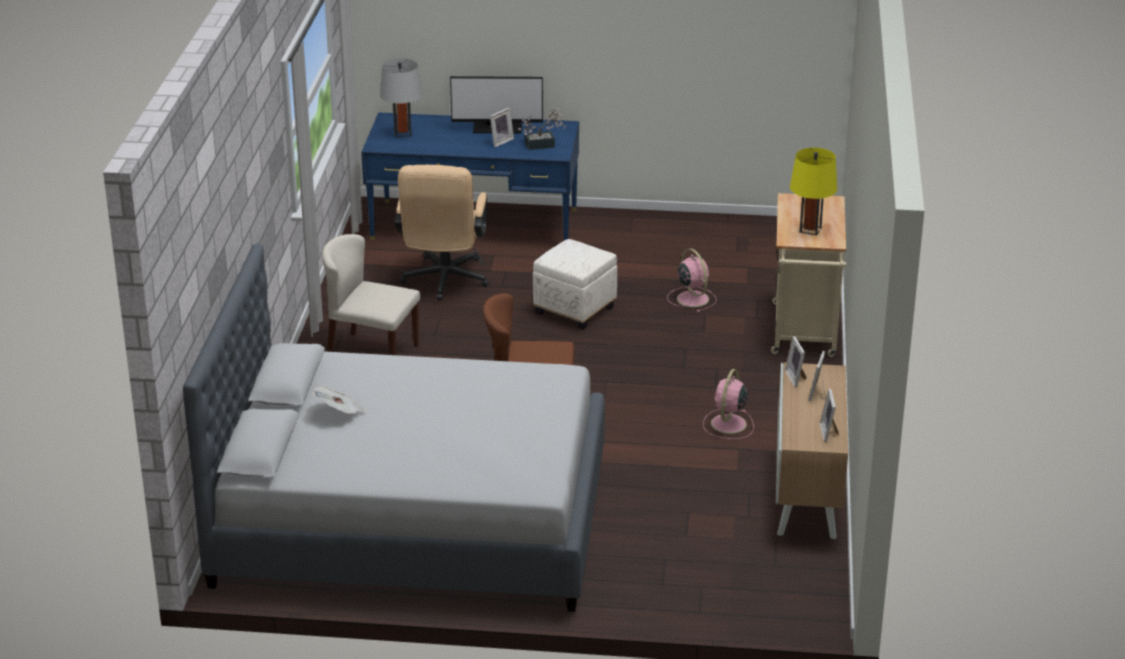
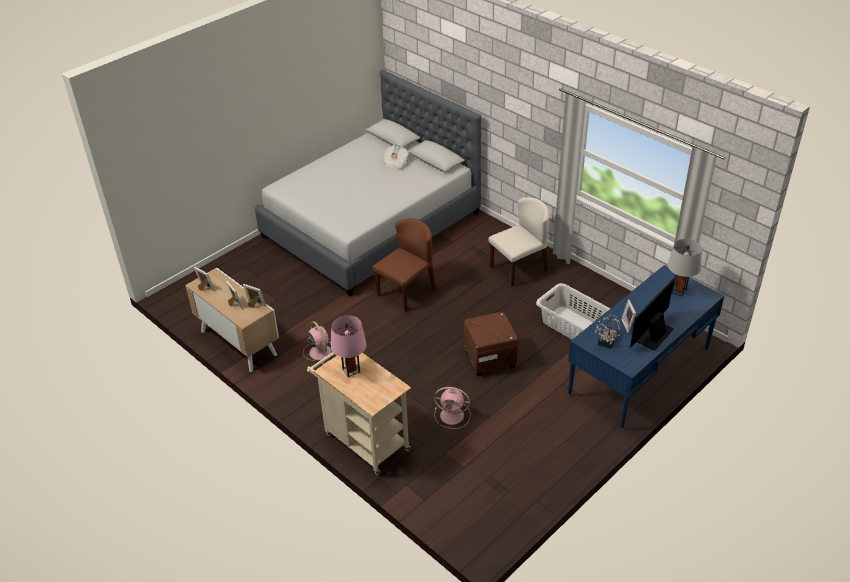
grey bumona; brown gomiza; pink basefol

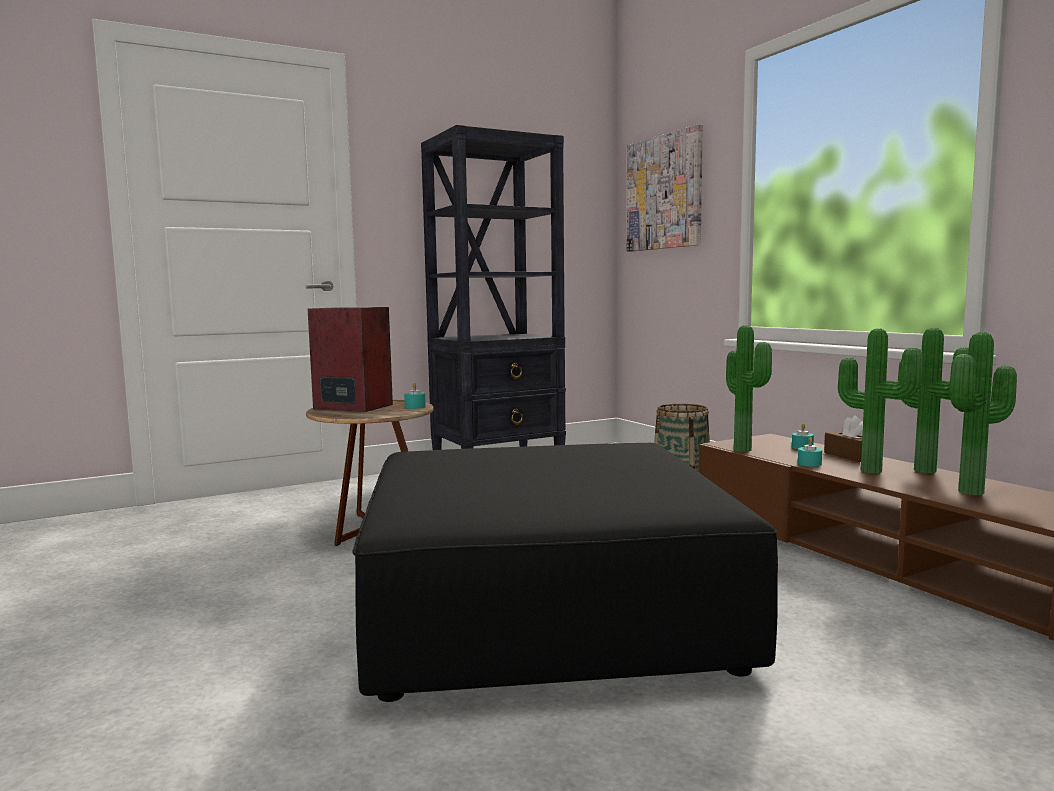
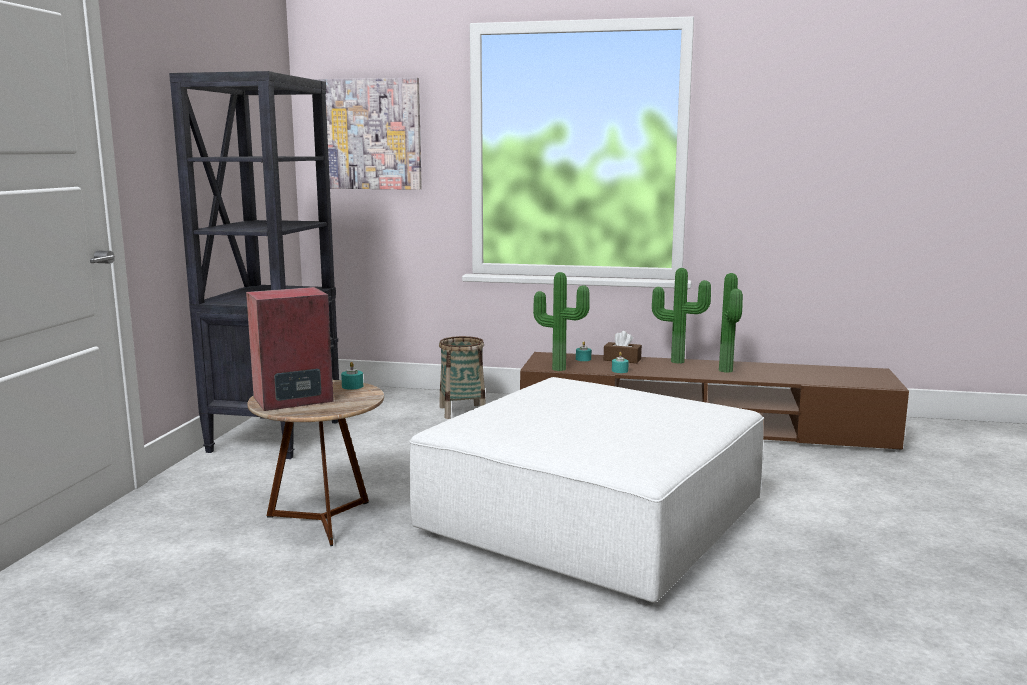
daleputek (no. 2 from left in the first image); white gomiza

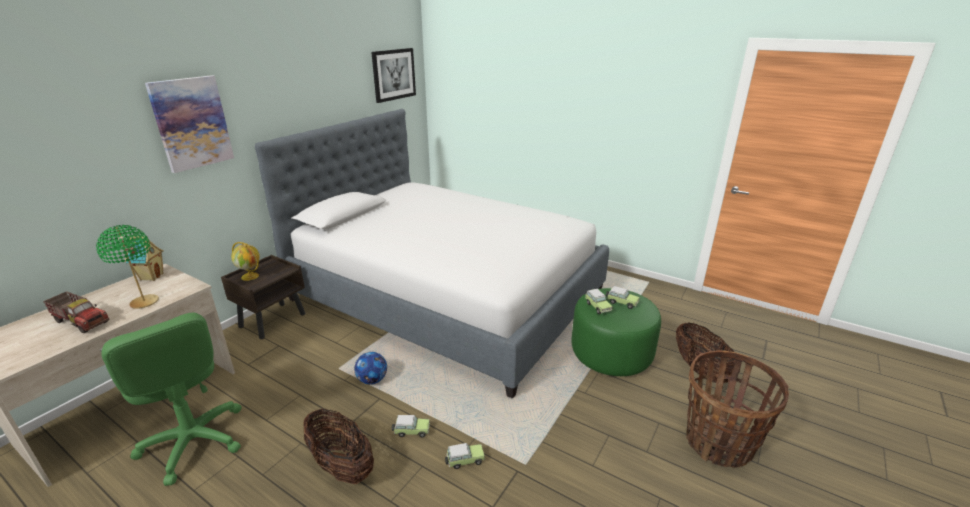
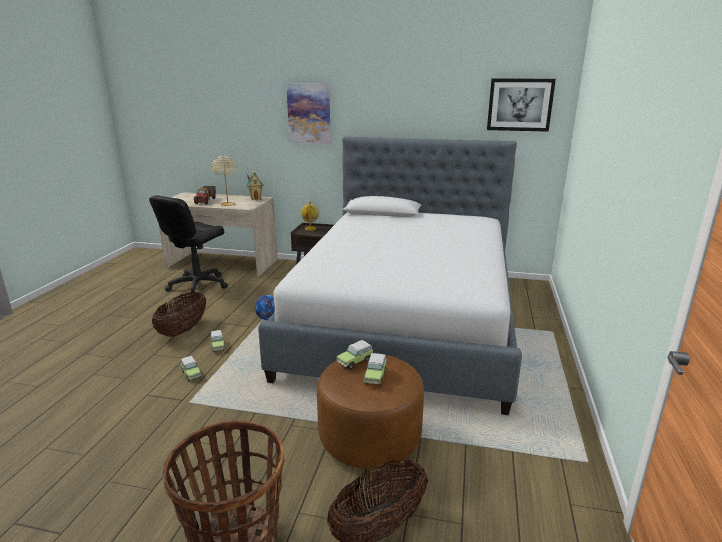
beige basefol; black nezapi; brown gomiza

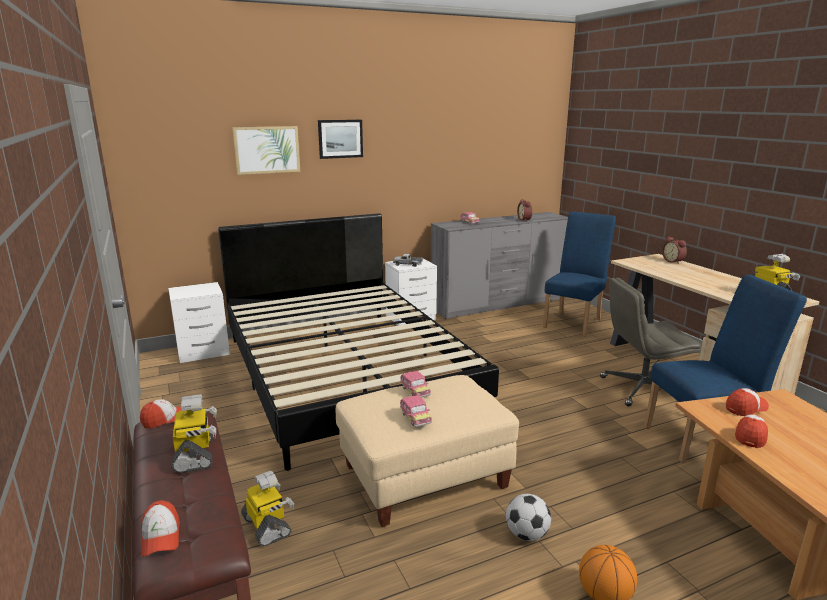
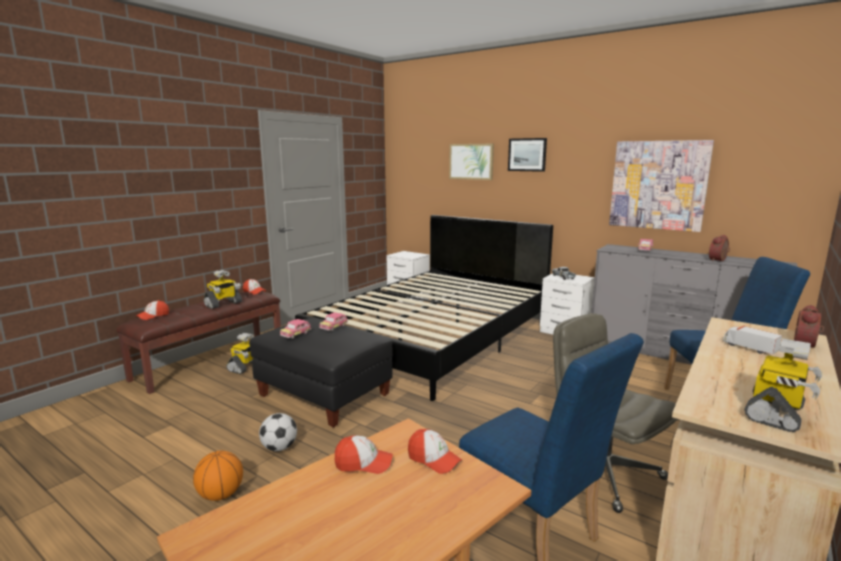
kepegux (no. 3 from left); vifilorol (no. 2 from left); black gomiza

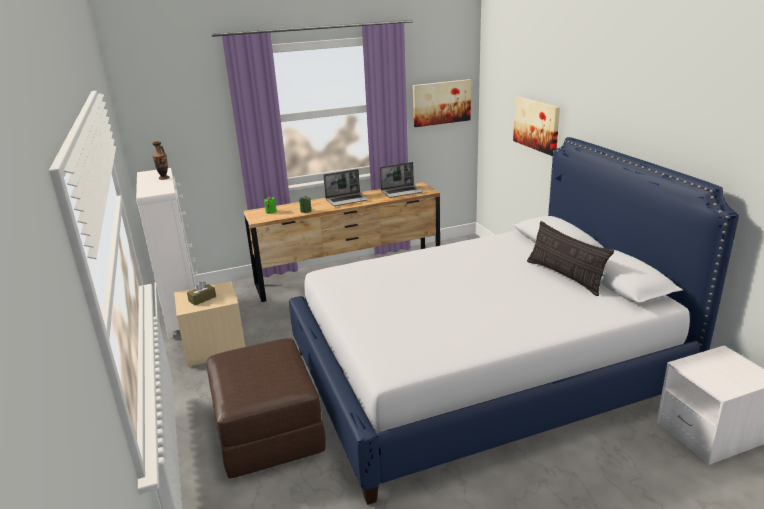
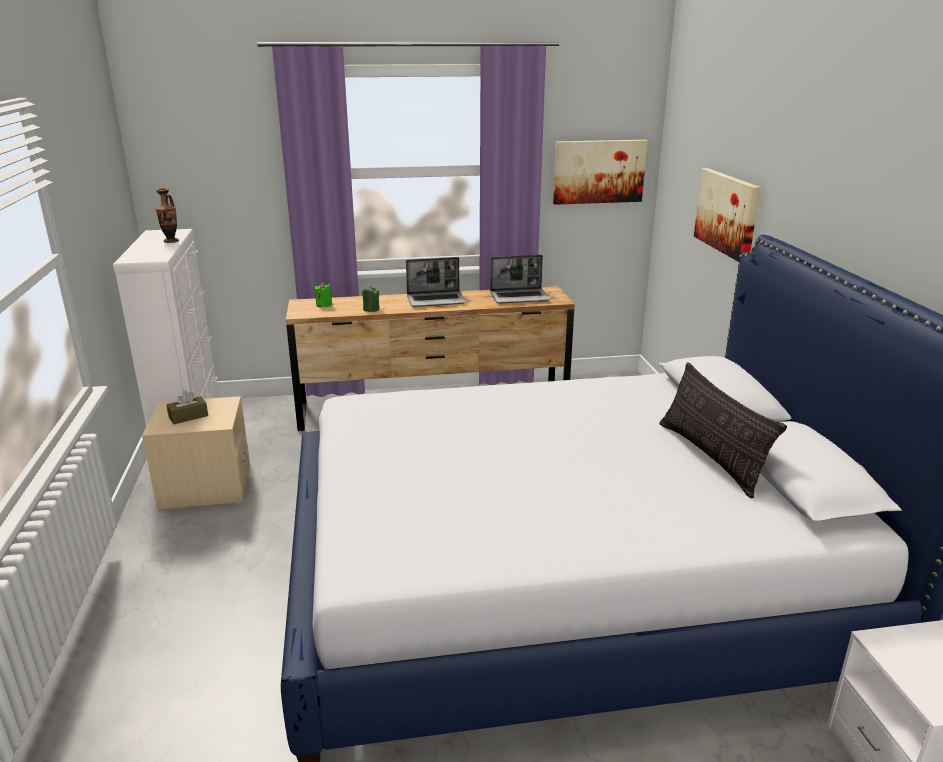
brown gomiza

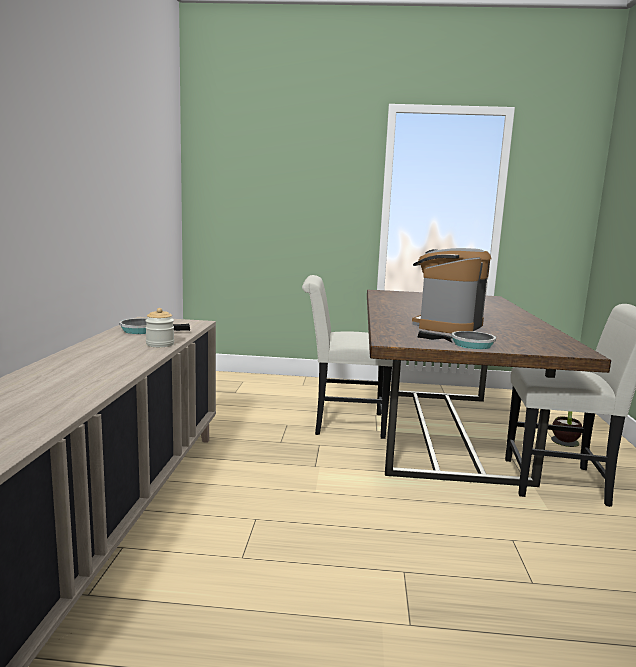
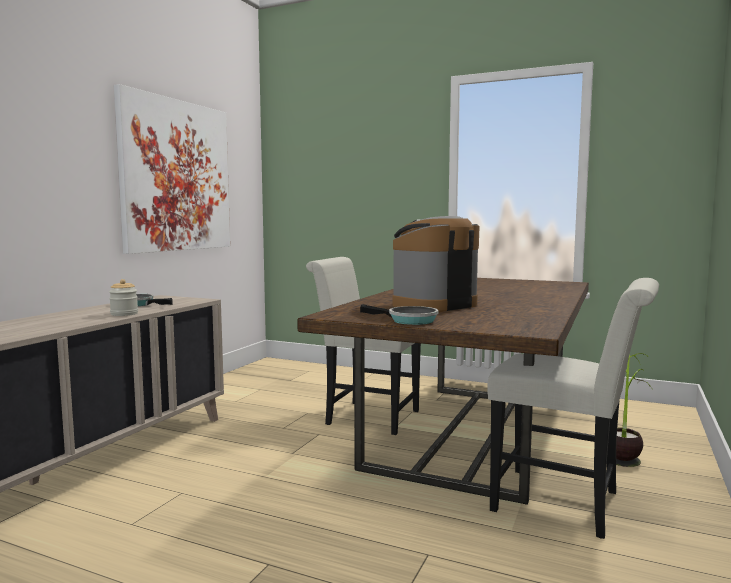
kepegux

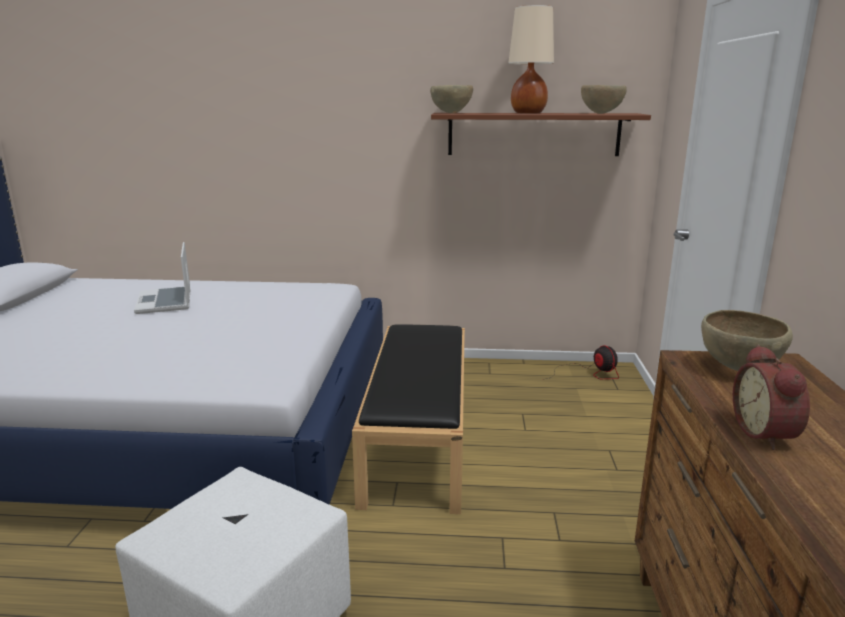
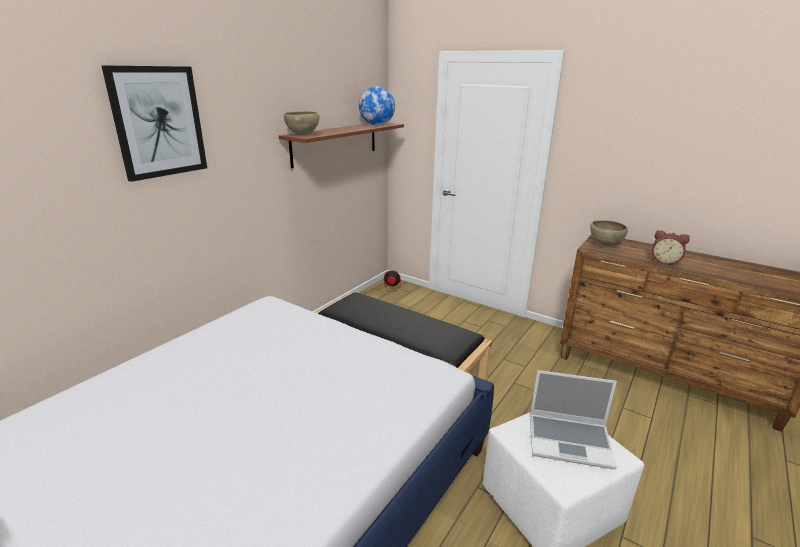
beige basefol; kepegux; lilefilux; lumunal

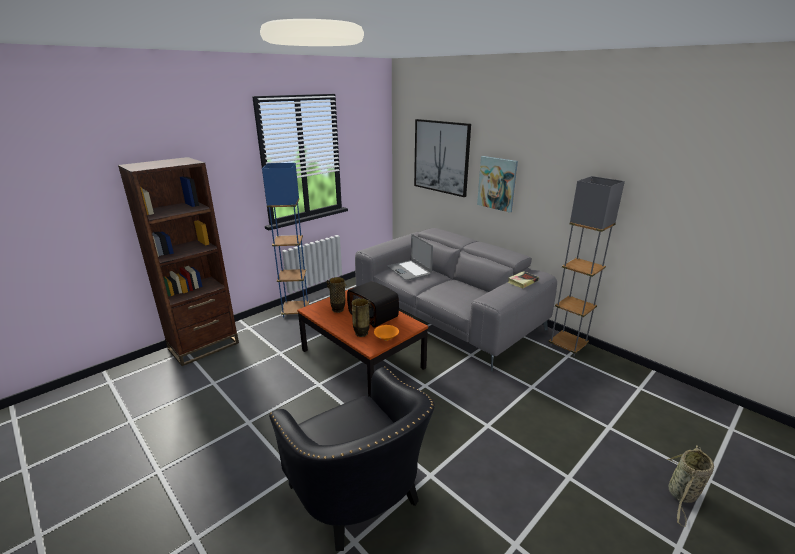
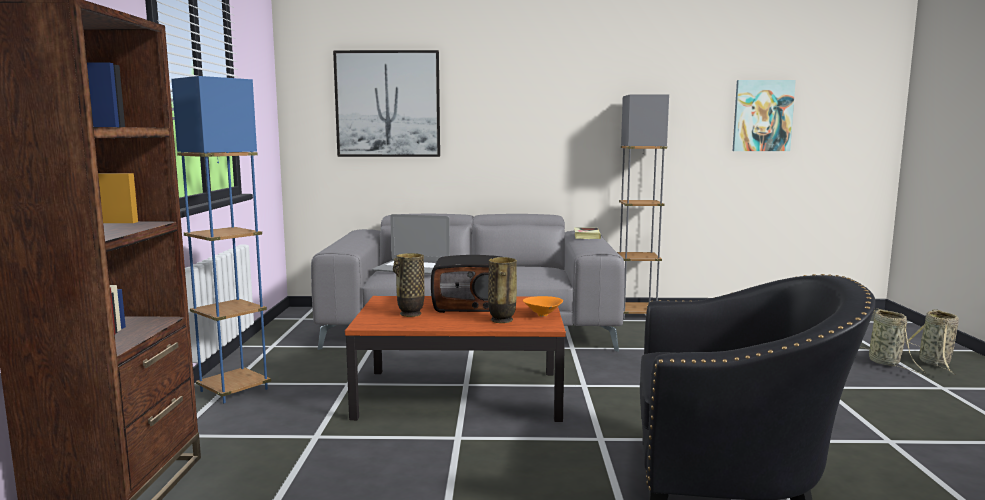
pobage (no. 2 from left); kepegux (no. 2 from left)

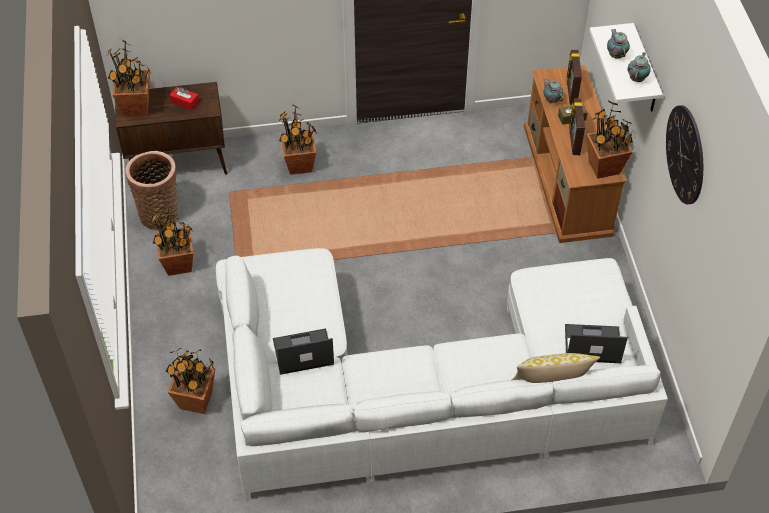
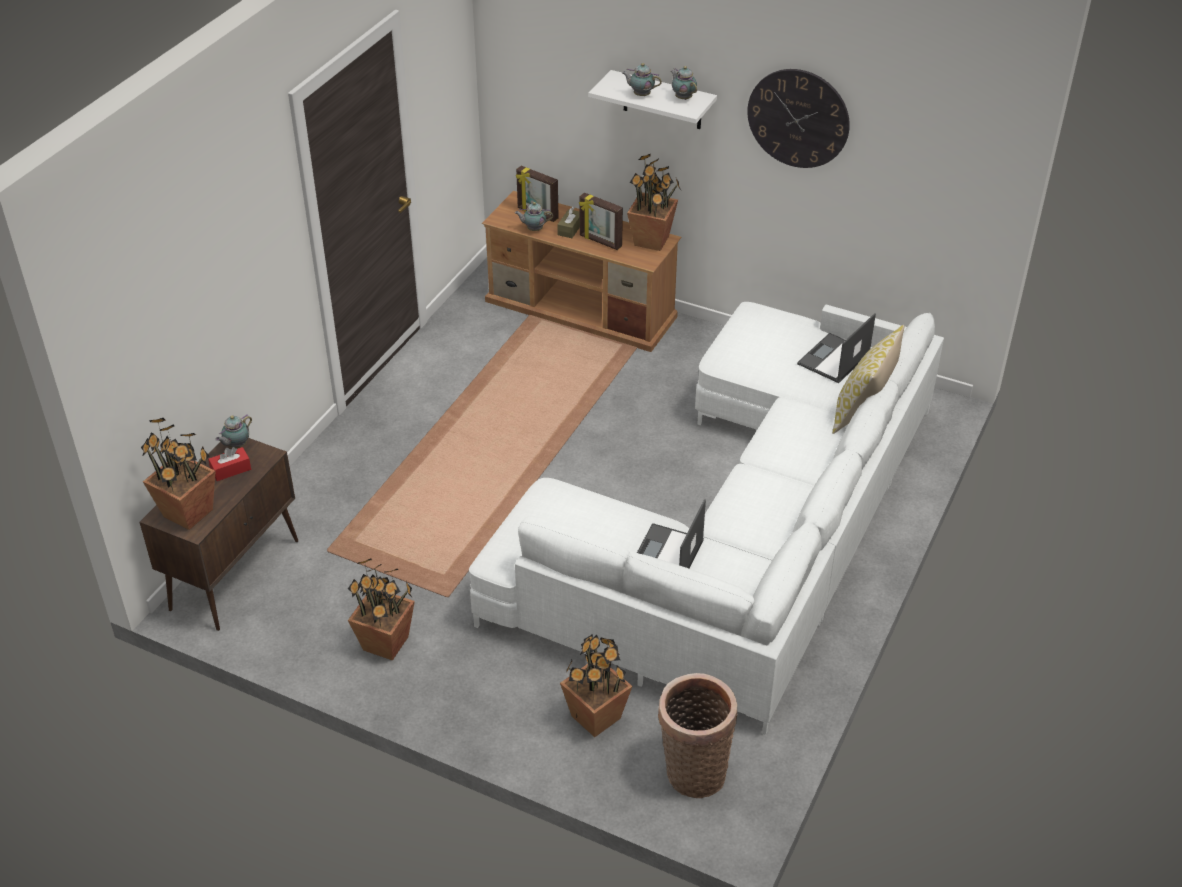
daleputek (no. 4 from left in the first image); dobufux (no. 1 from left); pobage

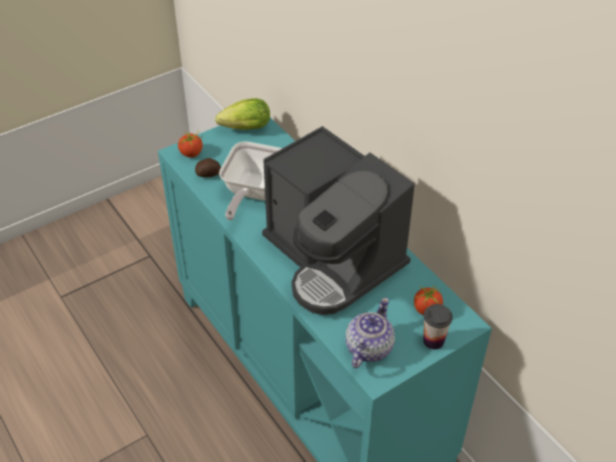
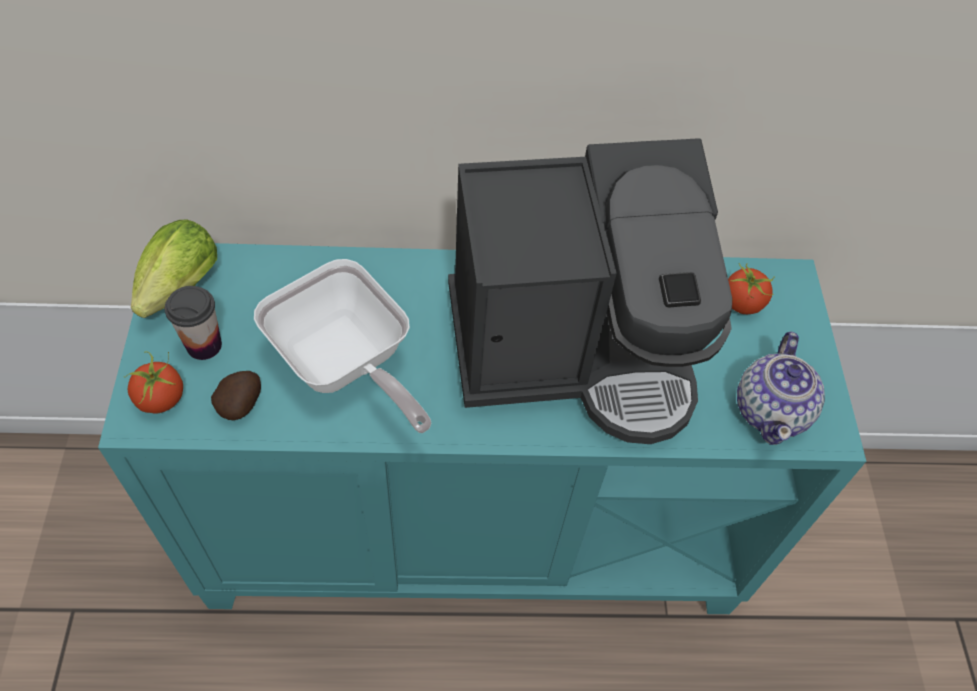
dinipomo; dobufux

